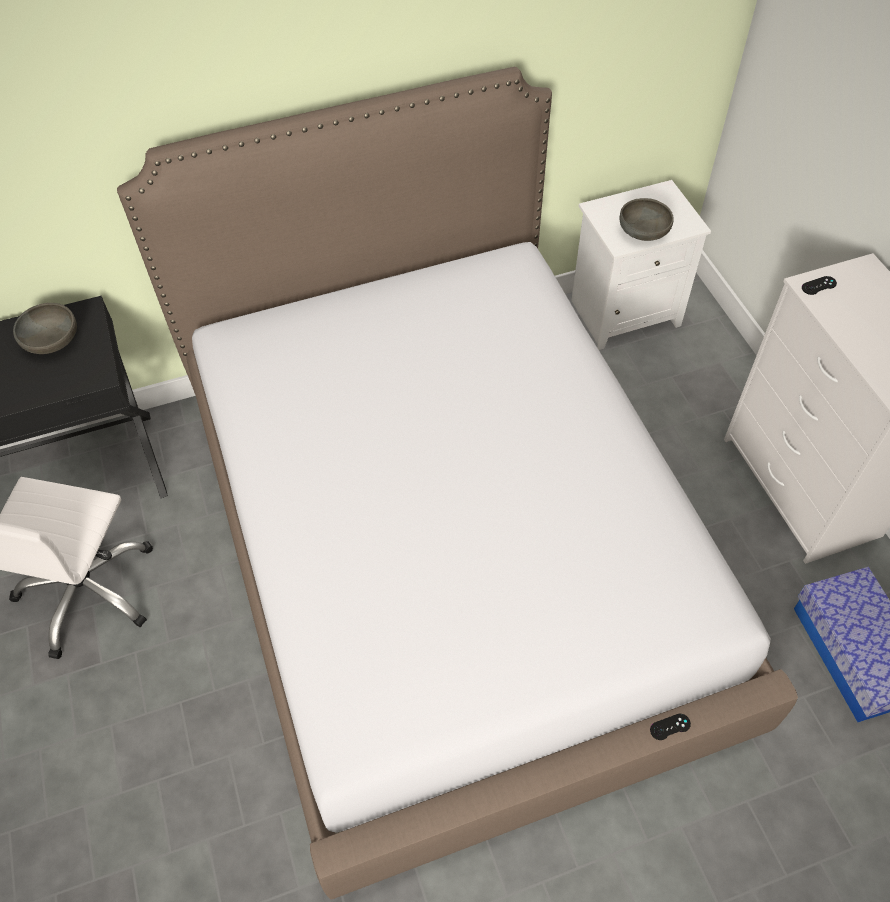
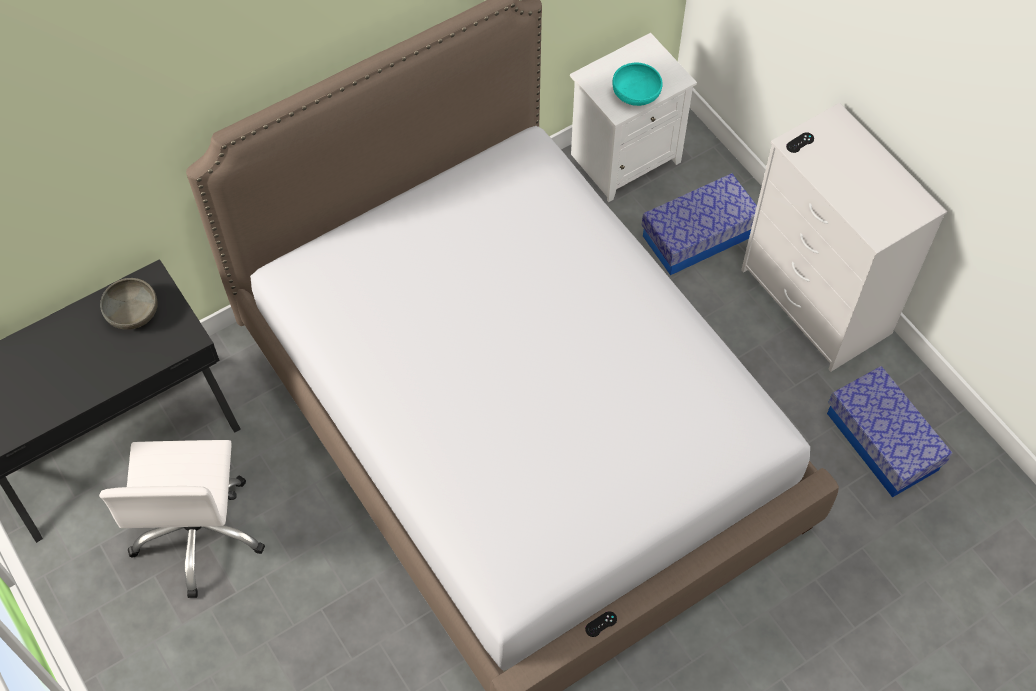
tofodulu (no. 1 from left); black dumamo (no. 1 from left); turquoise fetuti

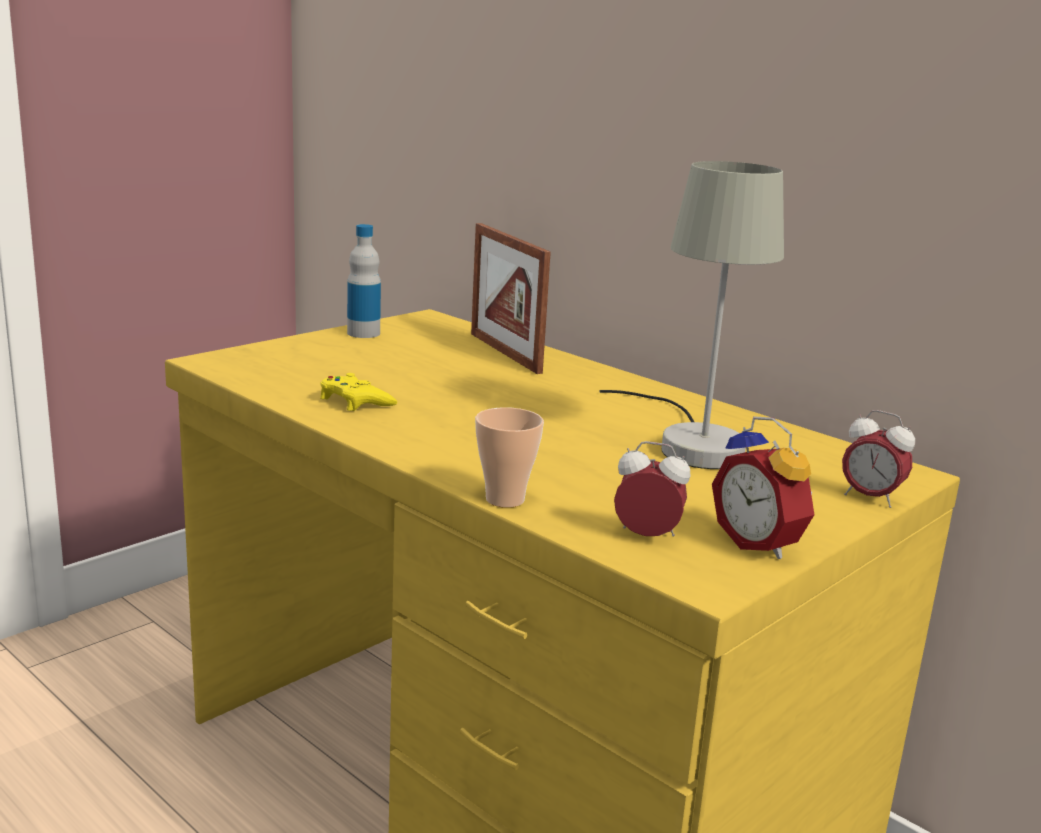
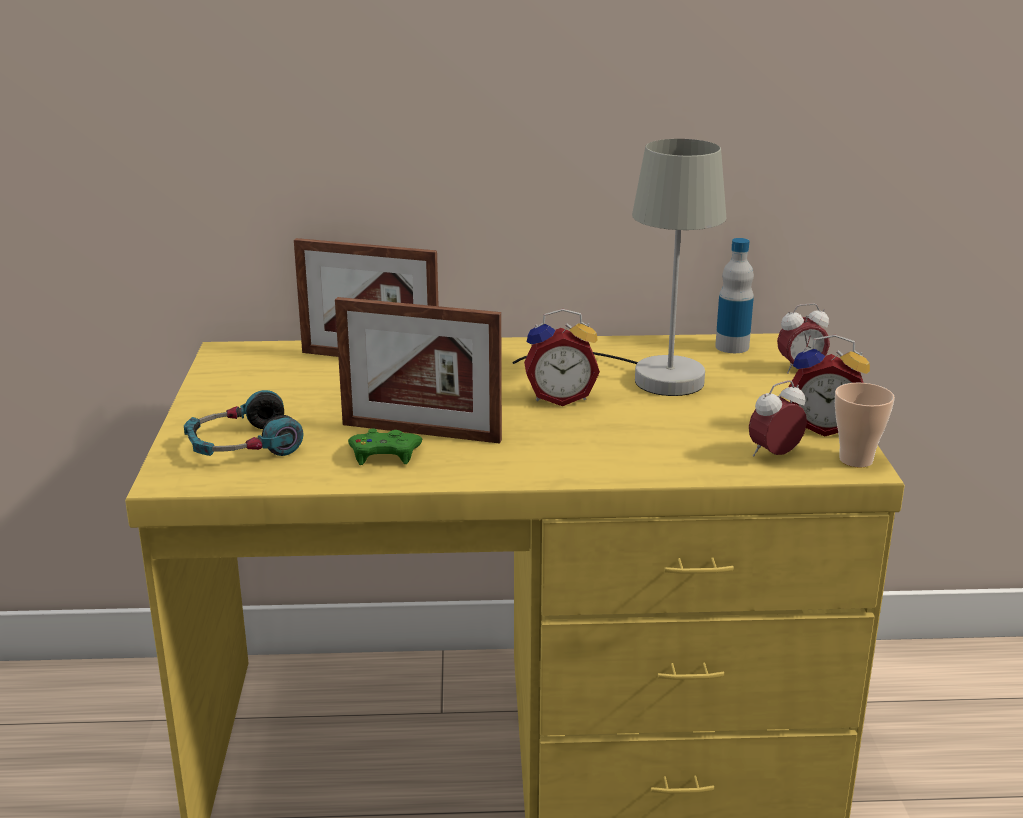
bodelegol; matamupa (no. 2 from left); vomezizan (no. 1 from left); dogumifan; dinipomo; green dumamo

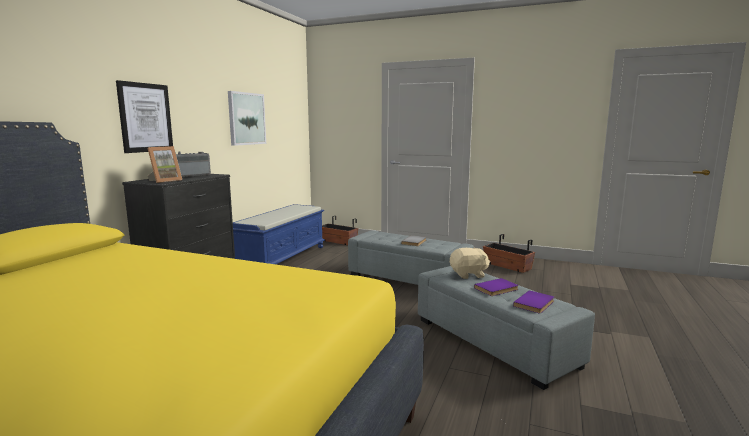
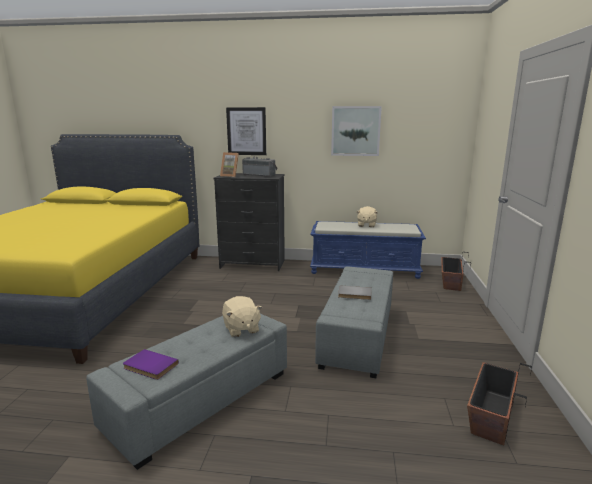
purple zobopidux (no. 1 from left in the first image); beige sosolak (no. 2 from left)

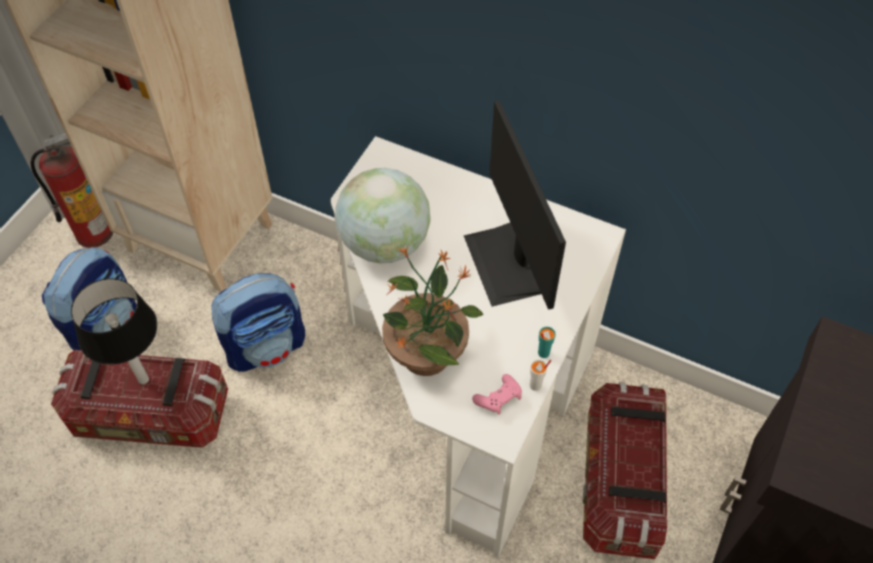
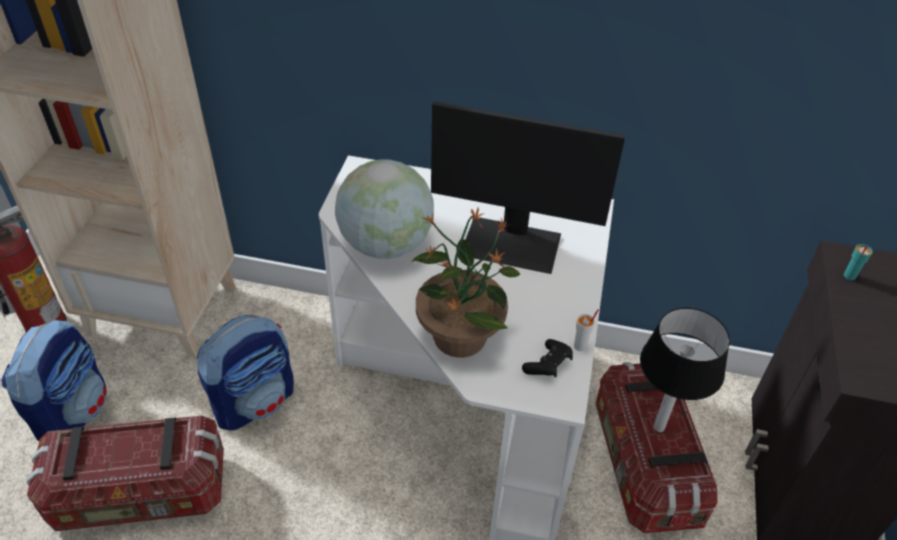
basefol; turquoise dinipomo; black dumamo; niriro

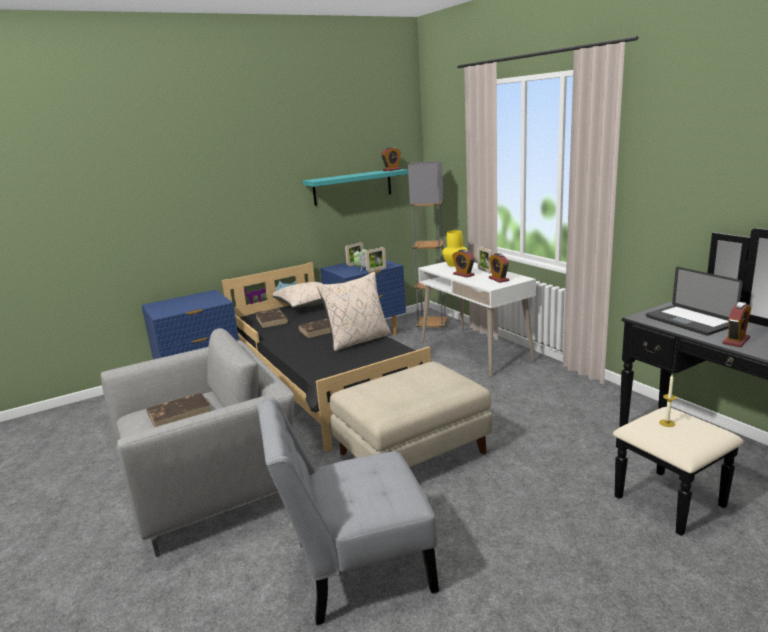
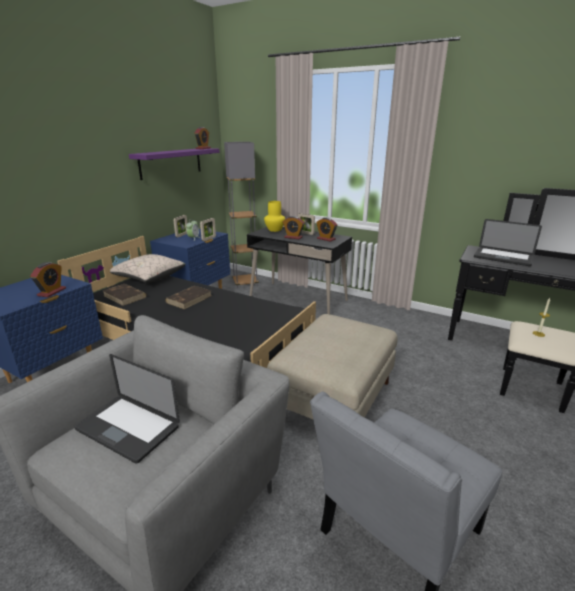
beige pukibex (no. 2 from left in the first image); vomezizan (no. 1 from left); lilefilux (no. 1 from left); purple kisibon; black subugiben

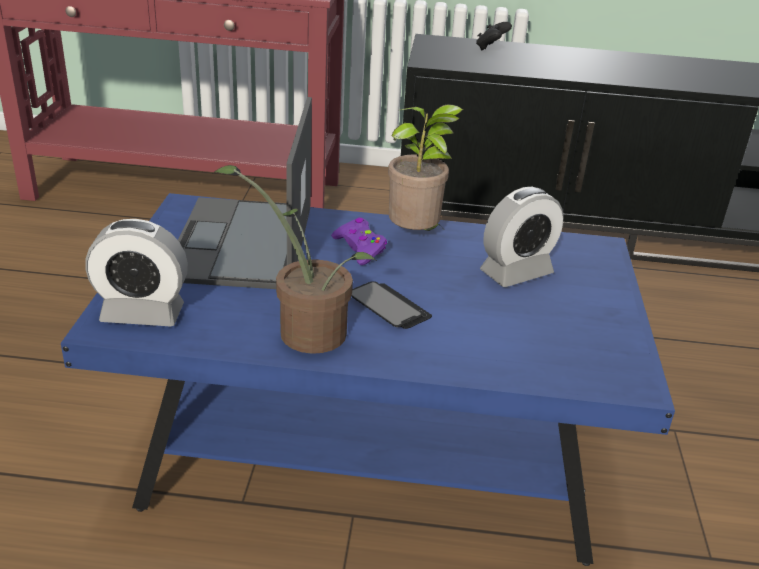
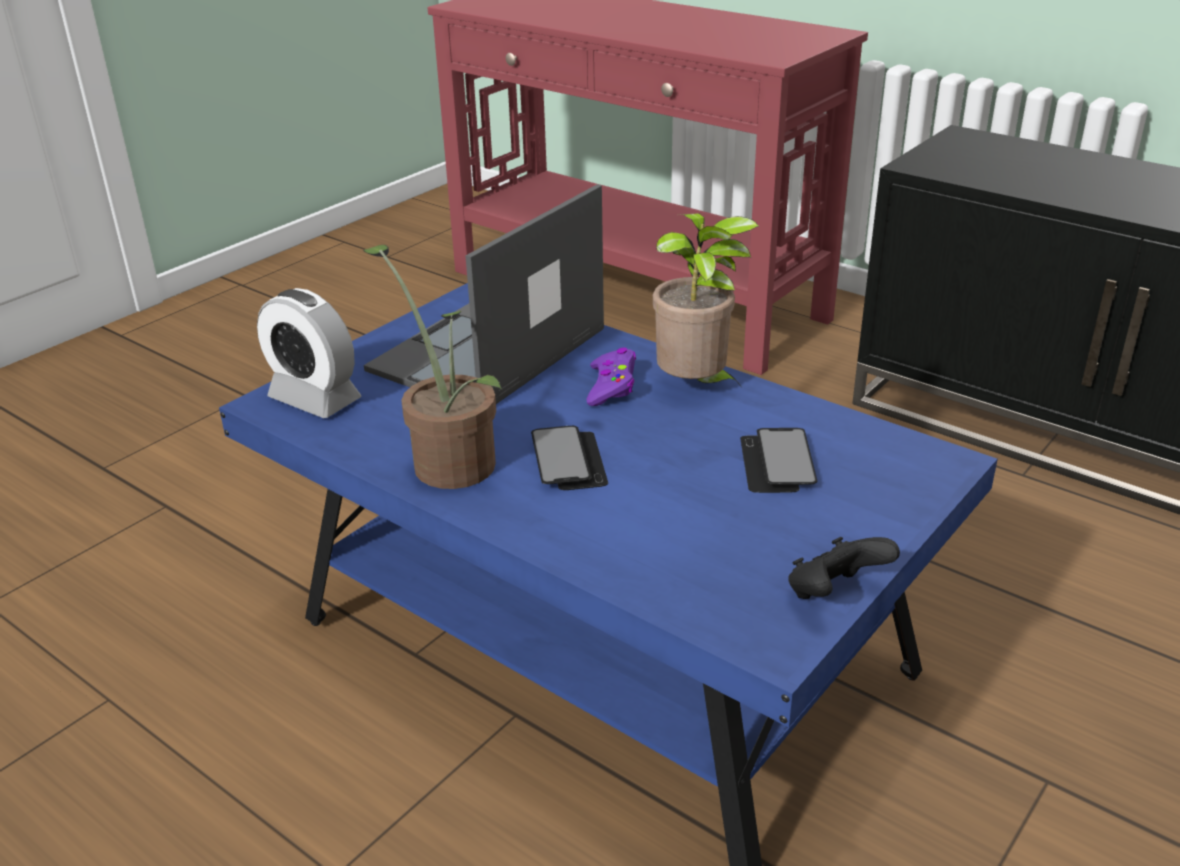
black dumamo; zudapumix (no. 2 from left)

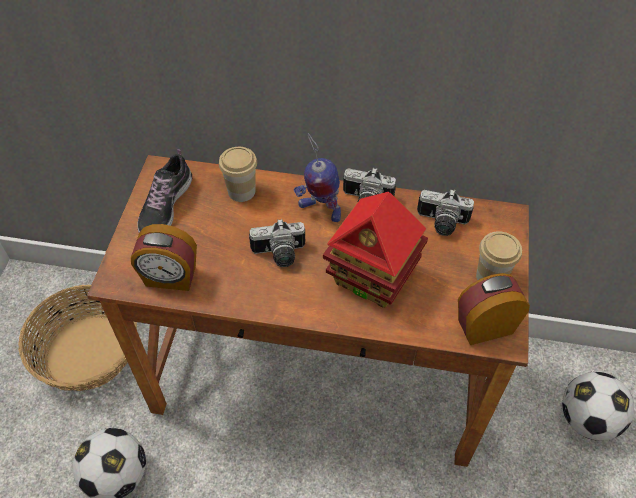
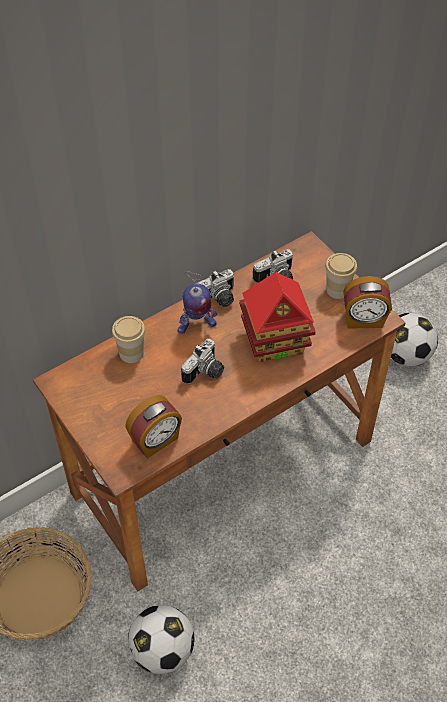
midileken; vomezizan (no. 2 from left)

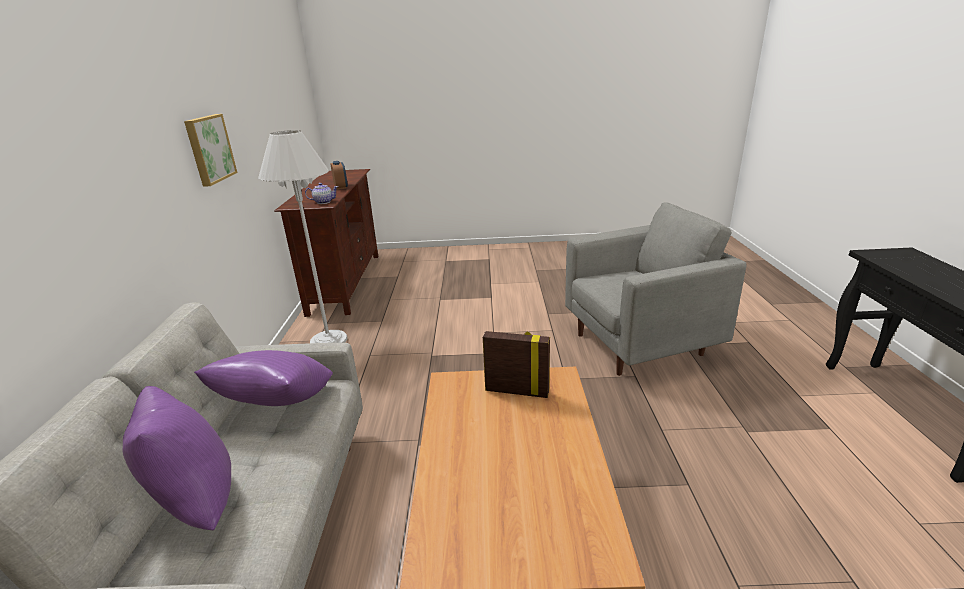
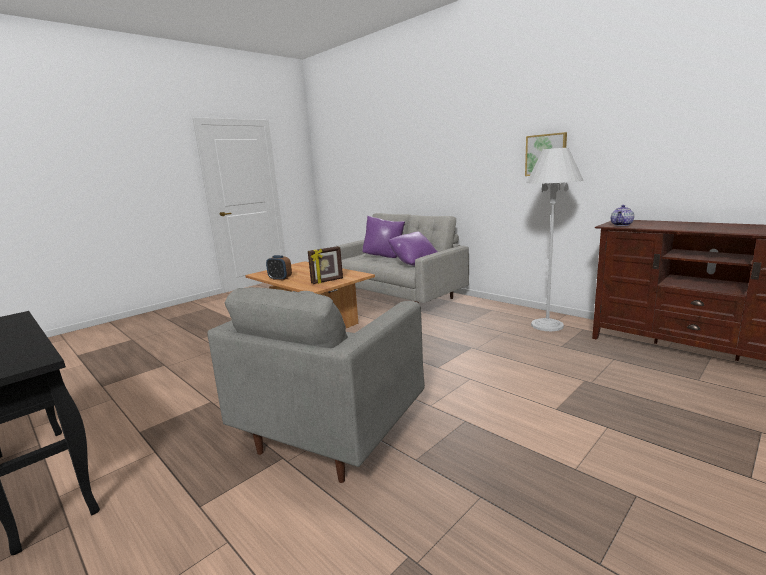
vomezizan

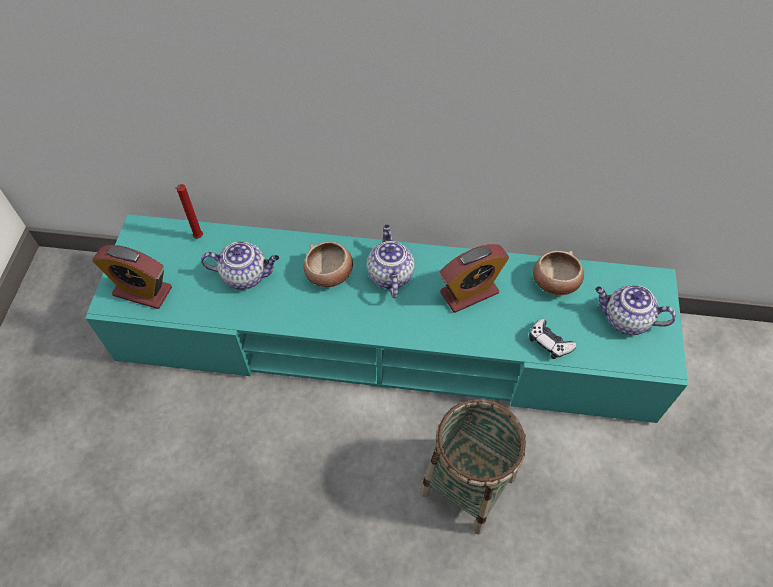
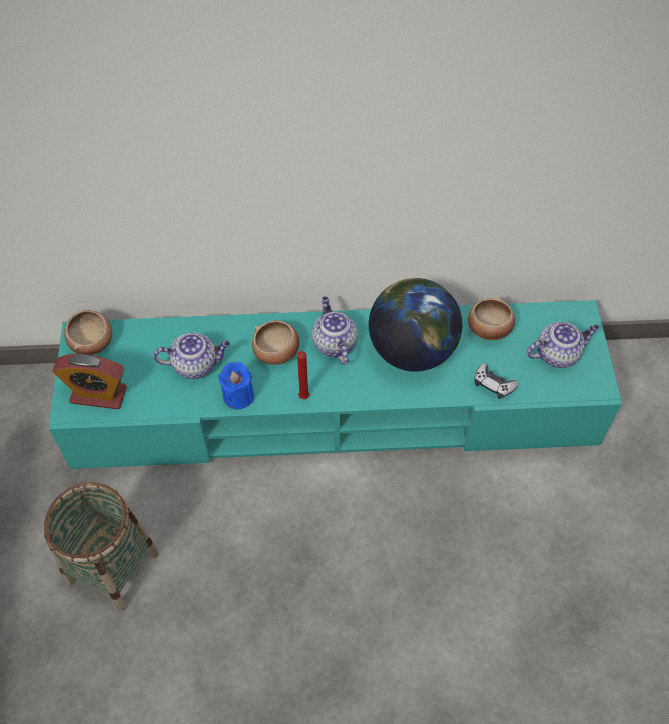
fetuti (no. 1 from left); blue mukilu; red mukilu; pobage; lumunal; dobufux (no. 3 from left)

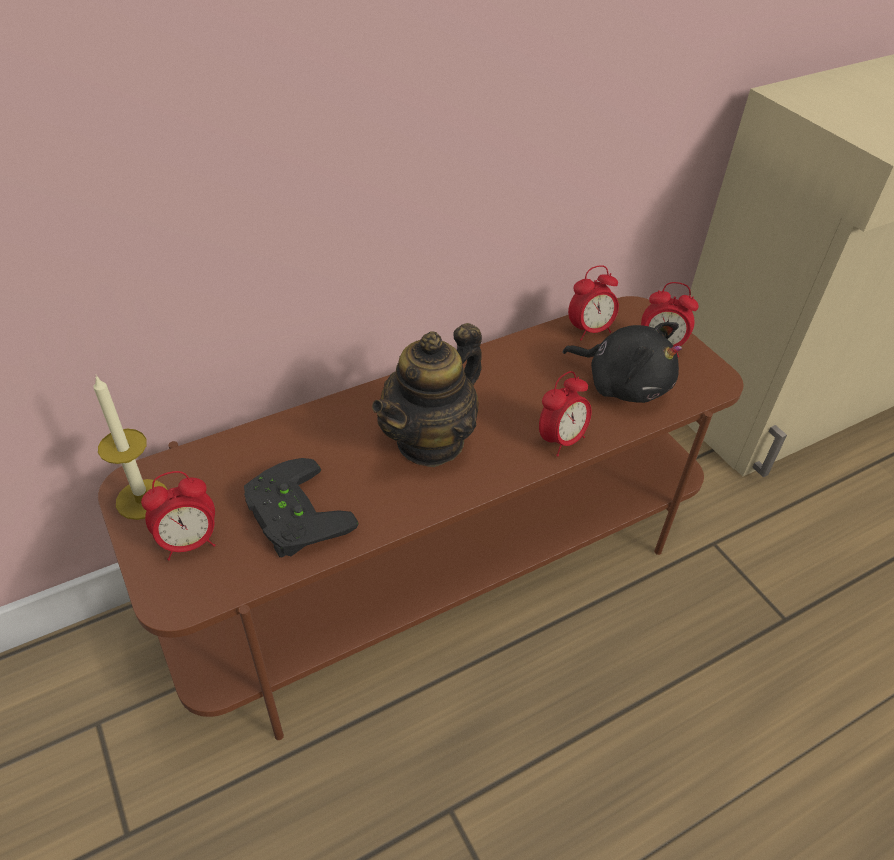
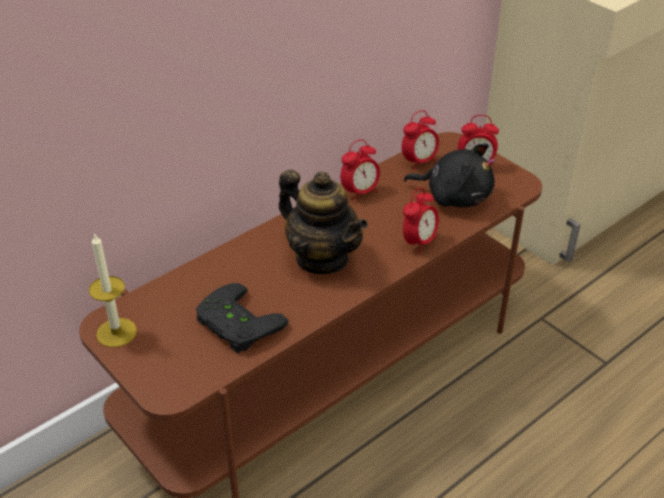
vomezizan (no. 1 from left); dobufux

